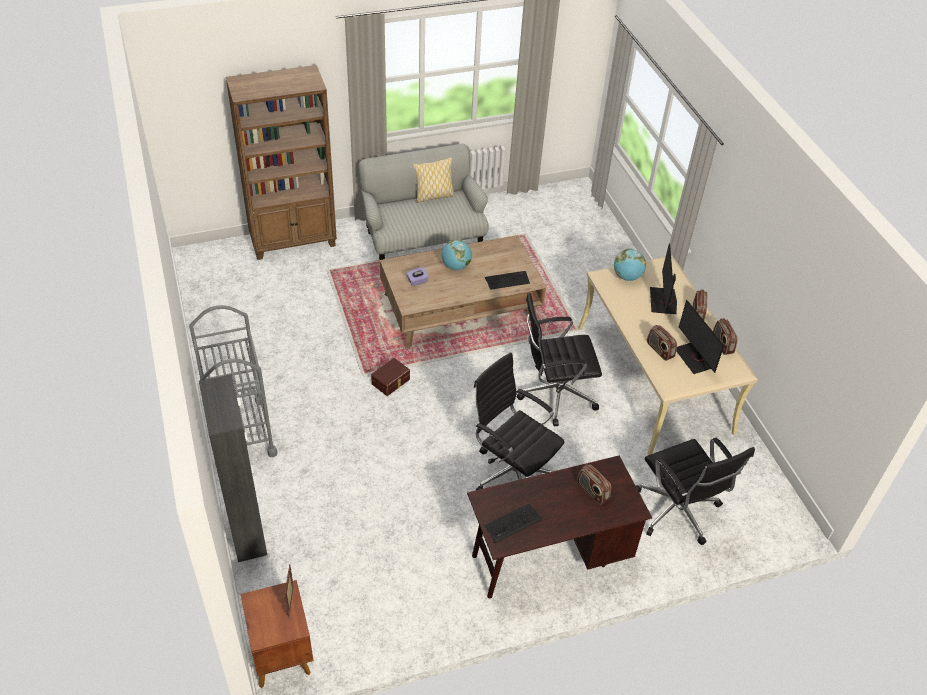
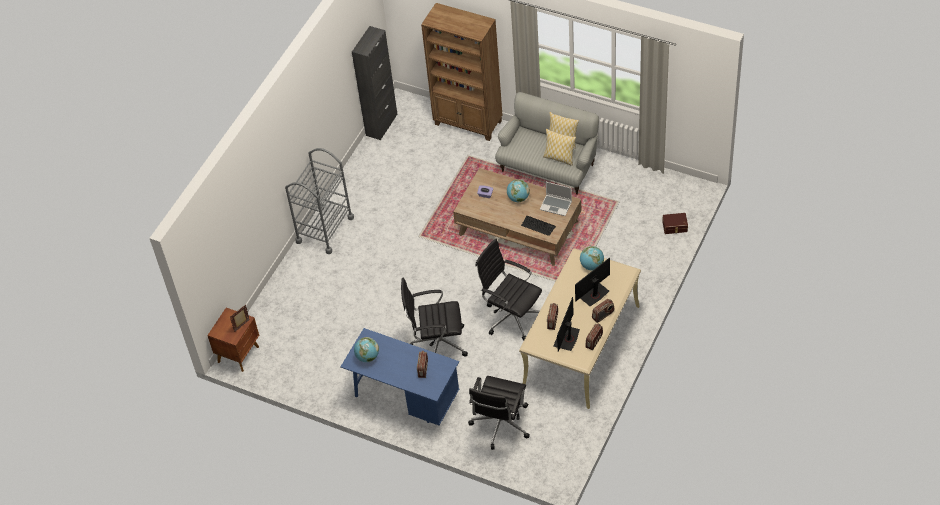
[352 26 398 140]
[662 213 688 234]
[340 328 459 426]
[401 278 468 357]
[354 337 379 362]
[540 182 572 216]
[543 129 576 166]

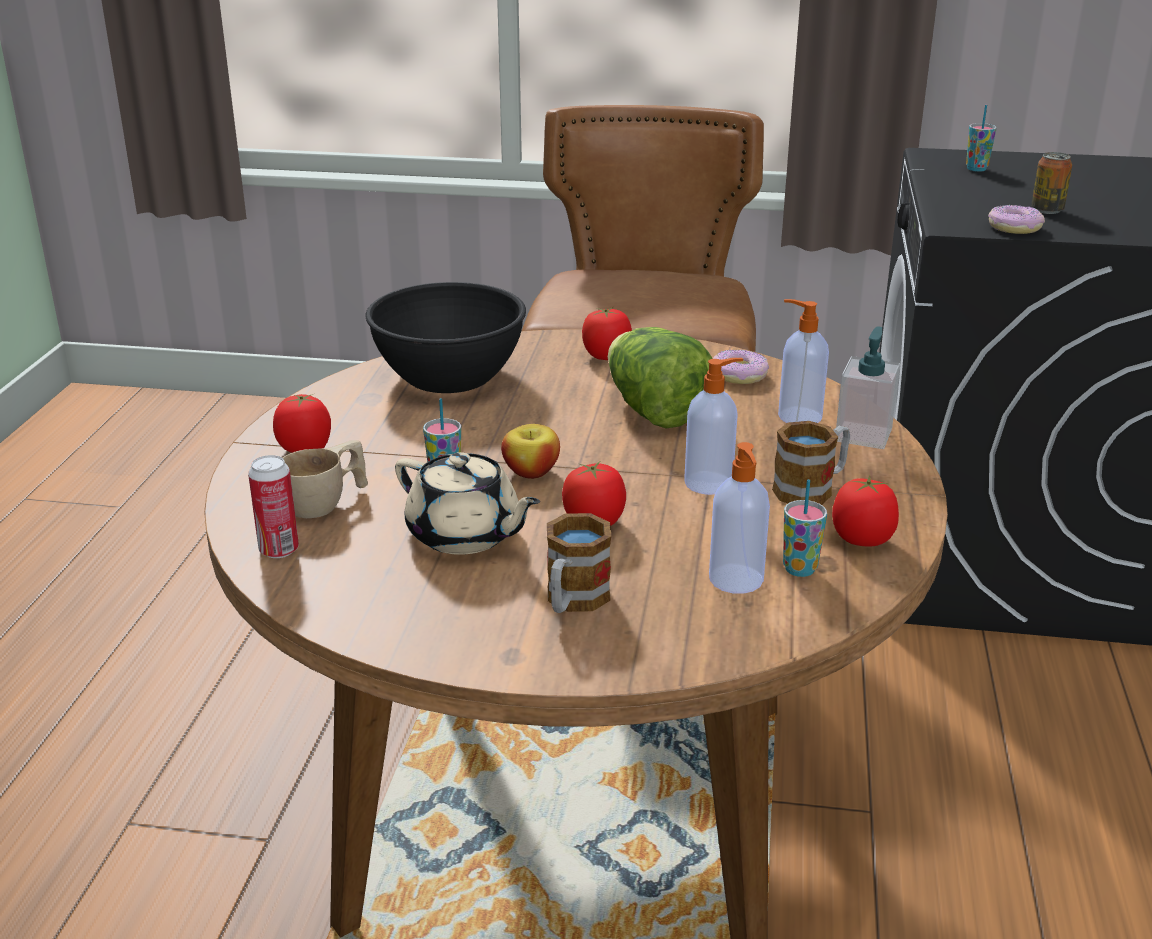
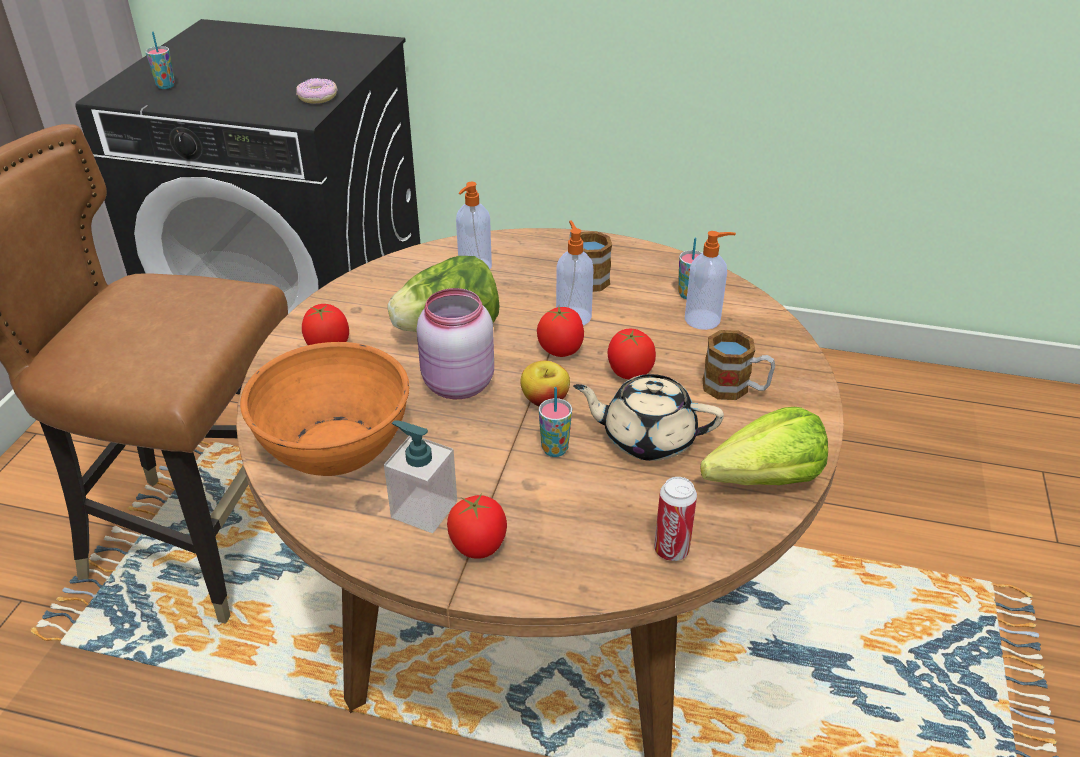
[282 440 368 518] (first image)
[240 342 409 476]
[573 374 724 461]
[713 350 769 384] (first image)
[537 307 584 357]
[384 420 457 533]
[1031 152 1072 214] (first image)
[417 288 494 399]
[701 407 828 485]

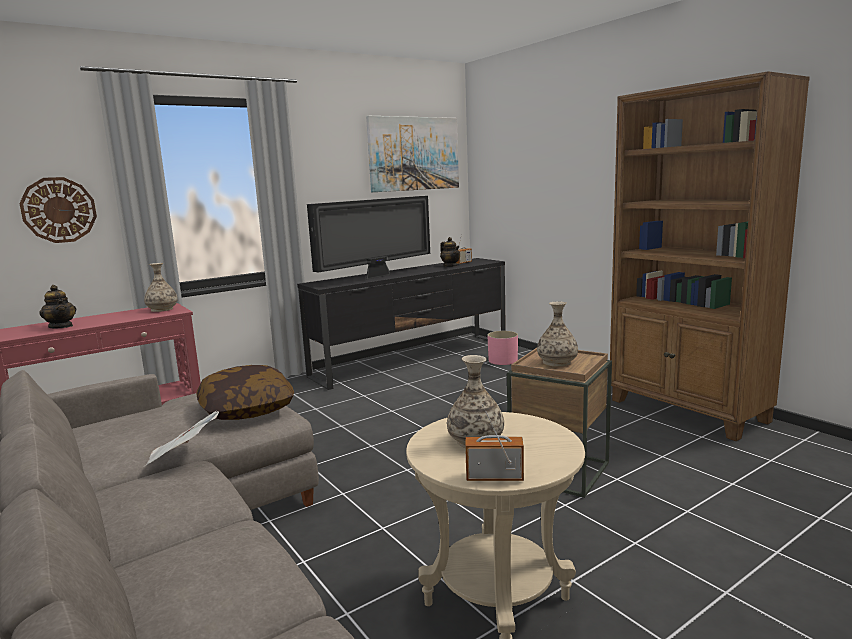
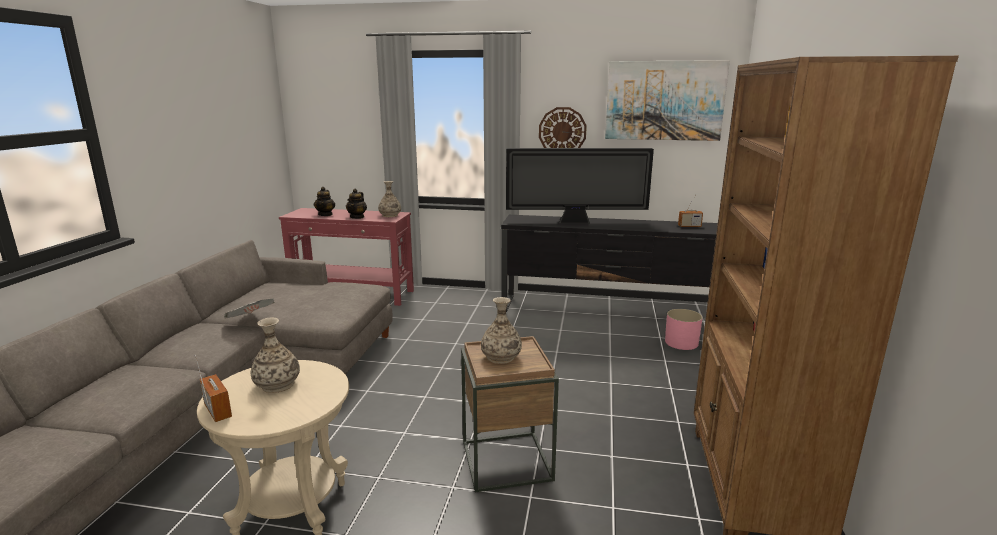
[539 107 587 148]
[196 365 294 420] (first image)
[346 189 367 219]

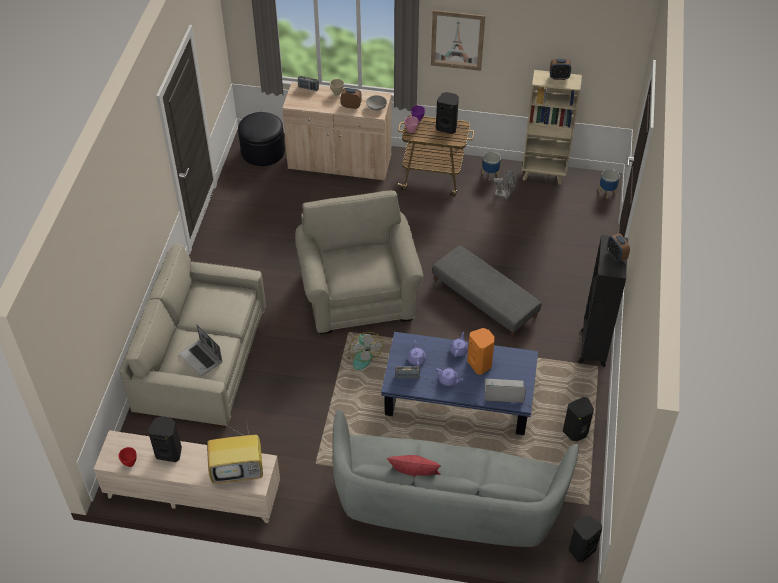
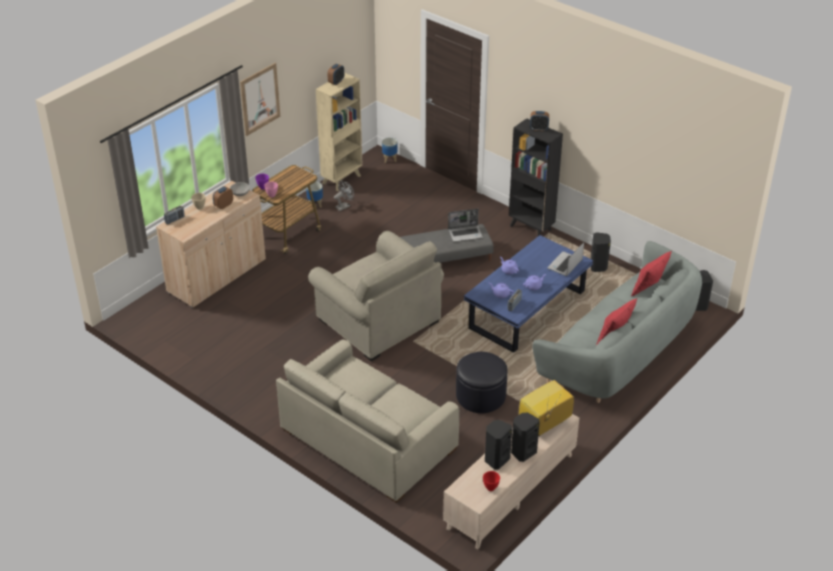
[448 209 483 242]
[519 380 574 436]
[456 352 508 413]
[308 231 444 361]
[340 332 384 370] (first image)
[511 412 540 462]
[467 328 495 375] (first image)
[631 251 672 296]

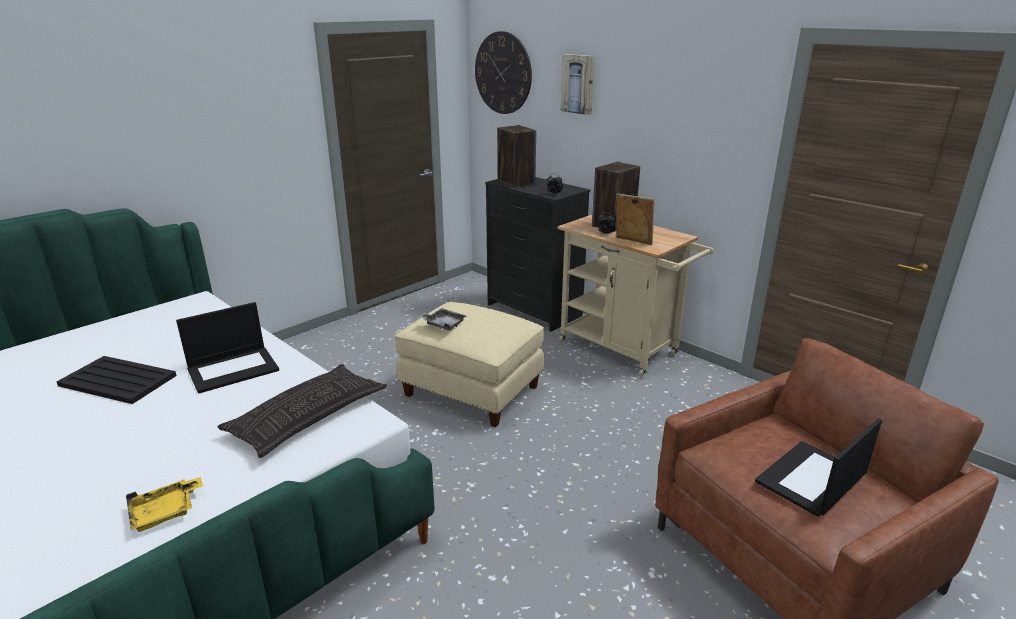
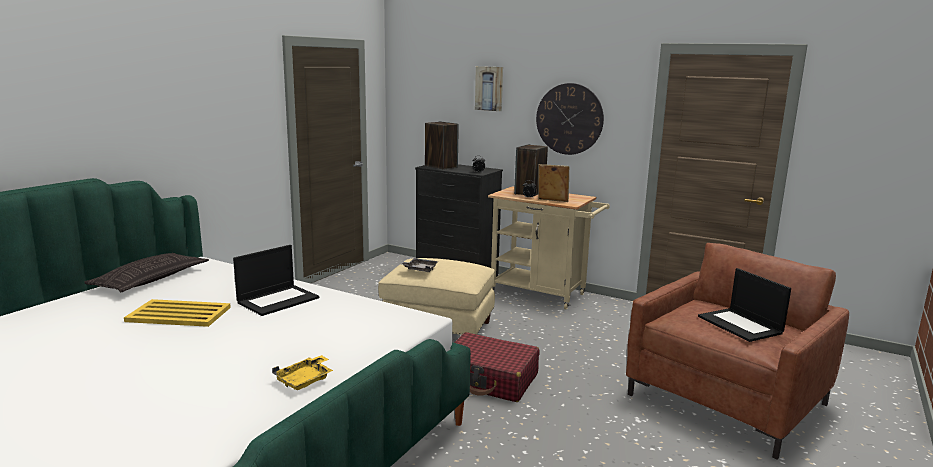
[124 299 231 327]
[84 253 209 292]
[536 83 604 155]
[698 268 791 342]
[454 332 539 402]

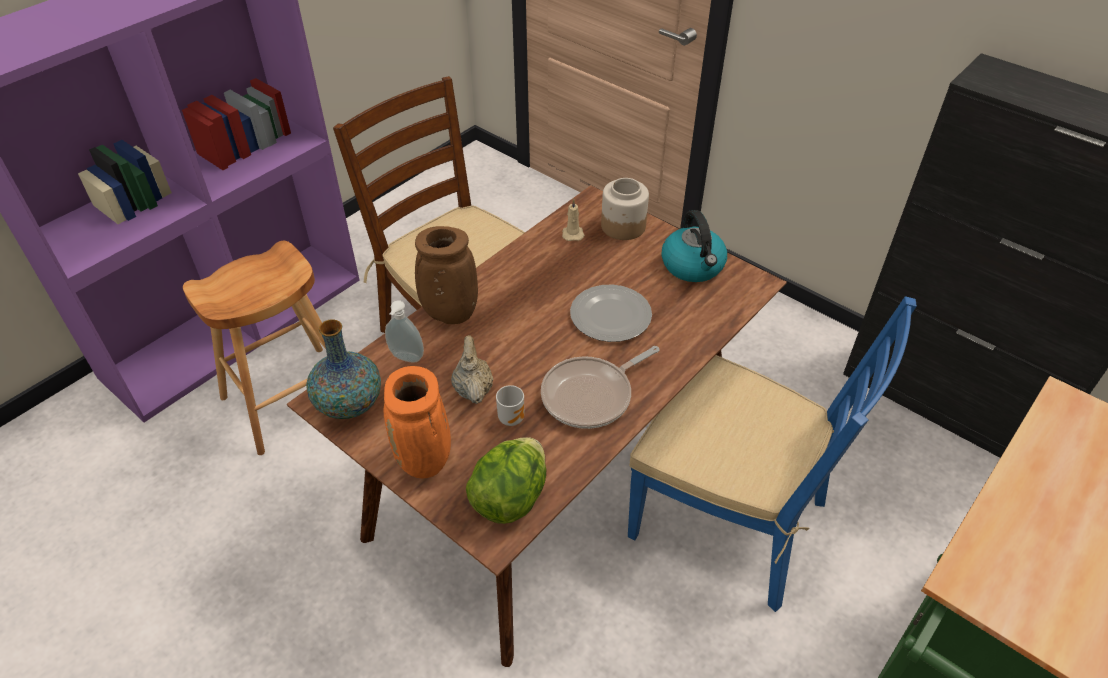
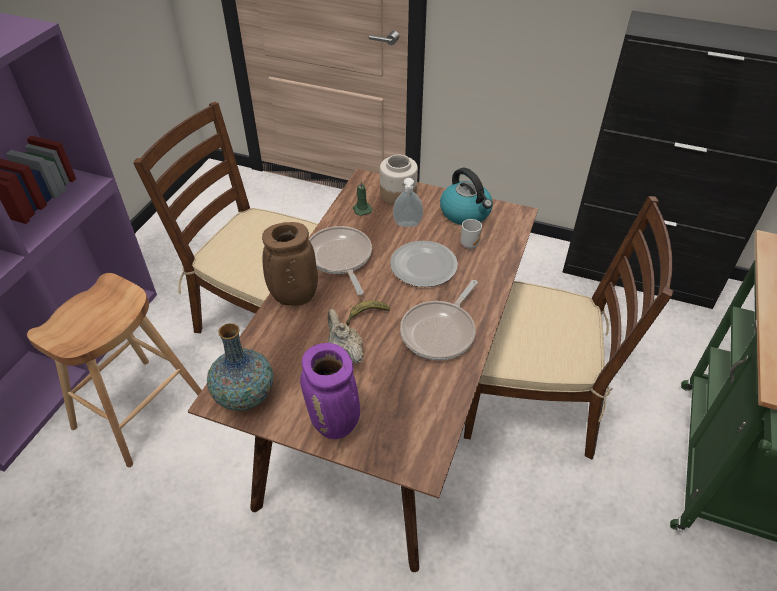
[300 343 360 439]
[393 178 423 227]
[466 437 546 524] (first image)
[461 219 482 249]
[353 180 373 216]
[464 196 674 459]
[309 226 372 295]
[346 300 390 325]

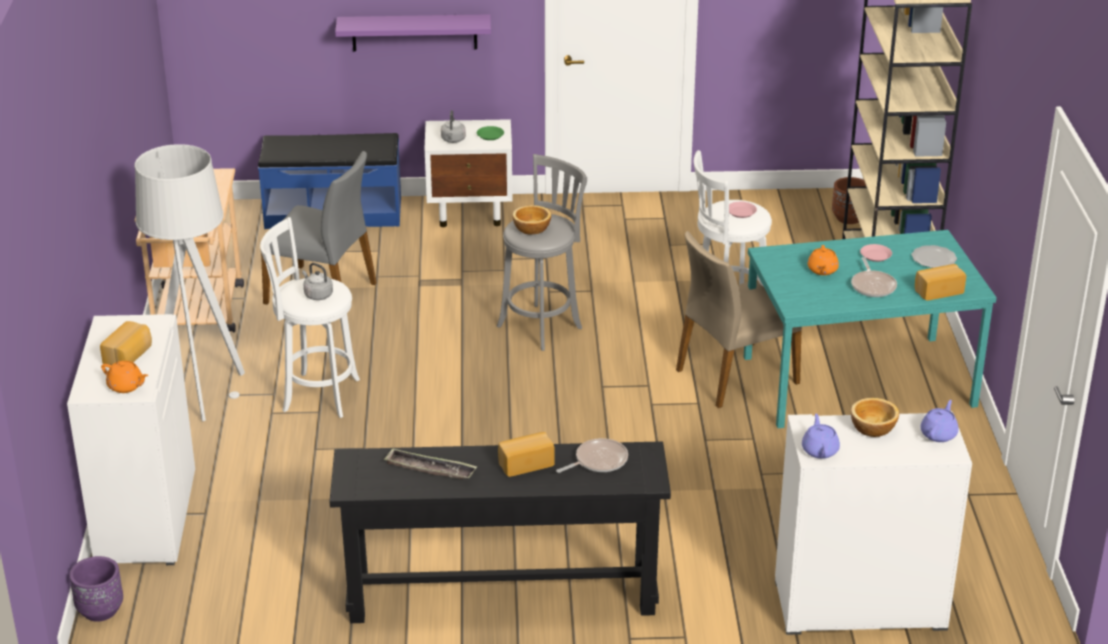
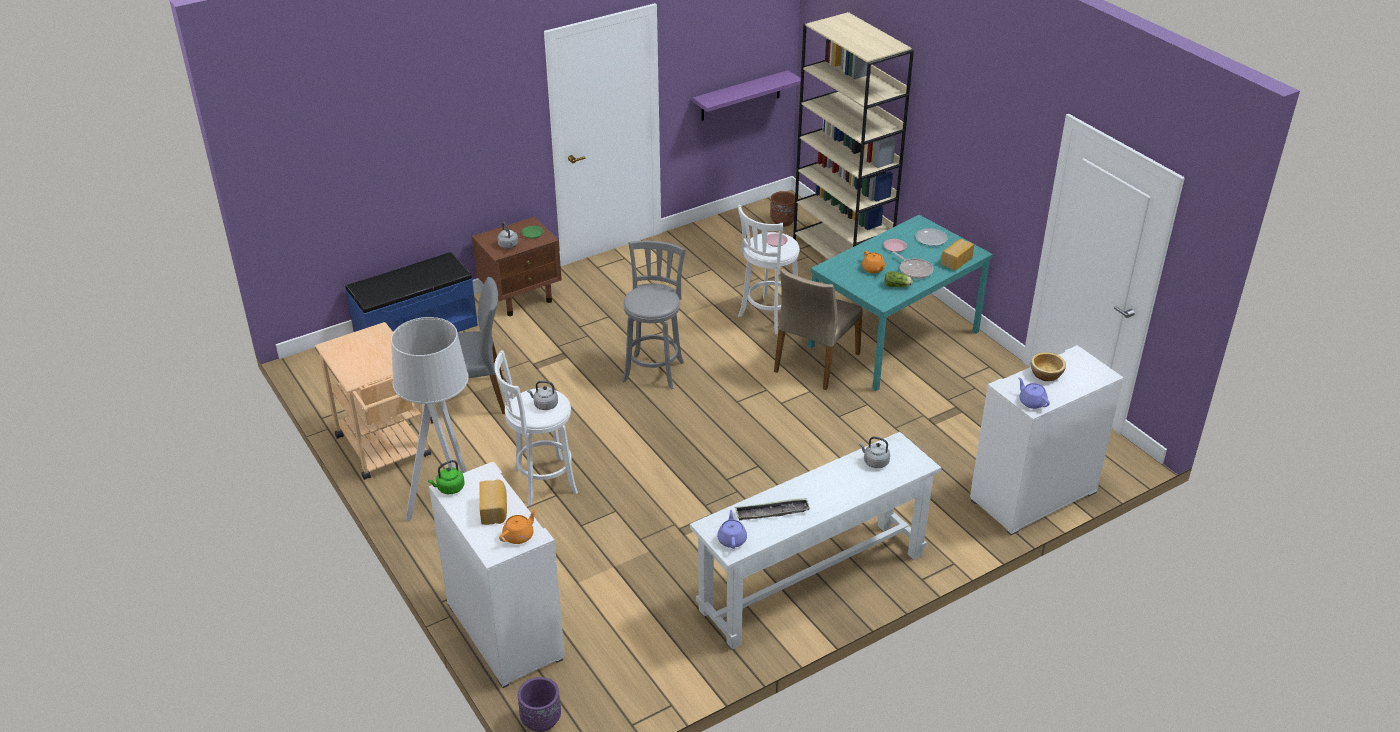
[499 509 537 544]
[690 432 941 650]
[693 70 801 121]
[472 217 562 316]
[498 432 554 477] (first image)
[512 205 551 234] (first image)
[859 436 890 468]
[717 510 747 549]
[428 460 465 494]
[885 271 913 287]

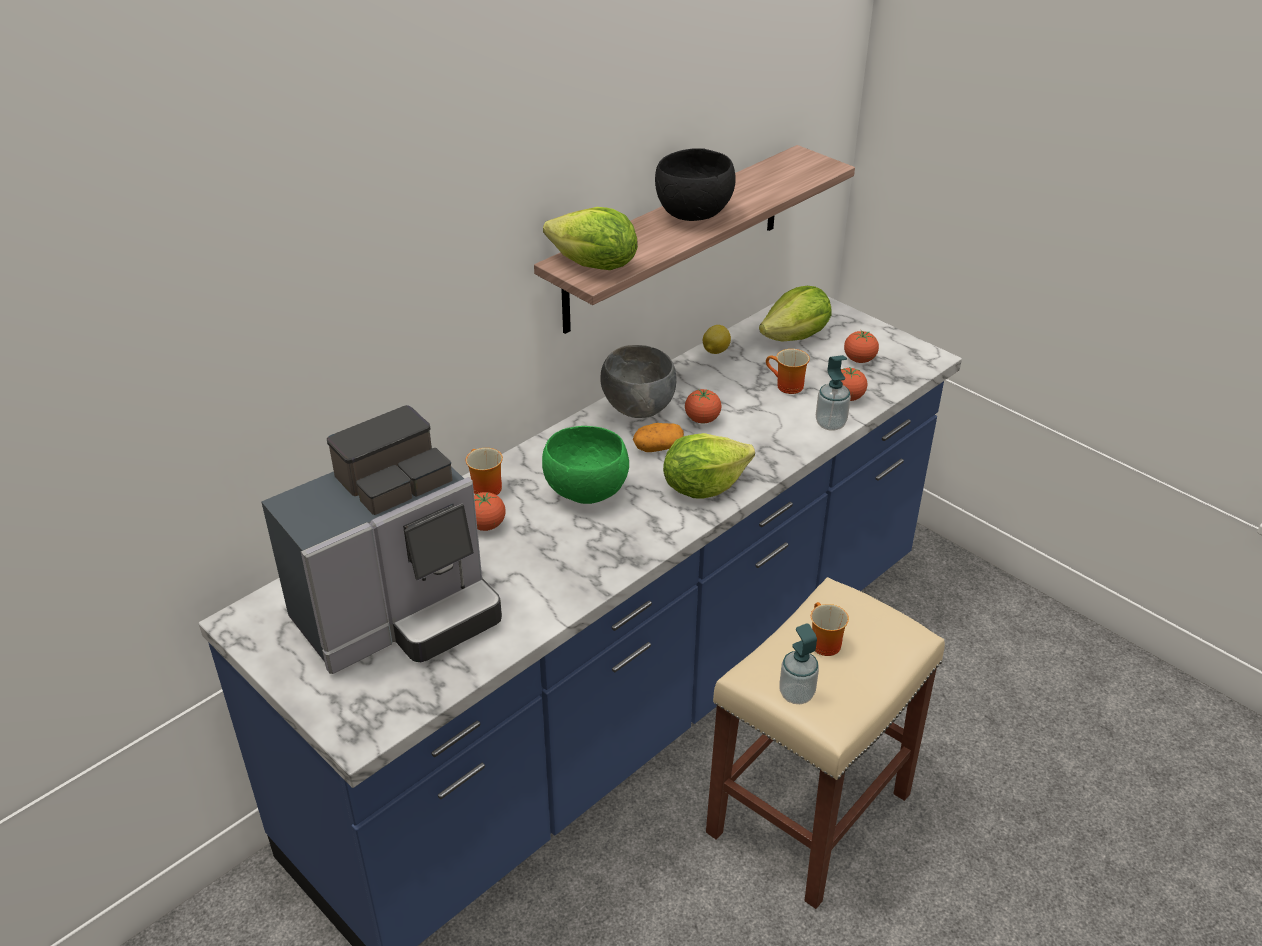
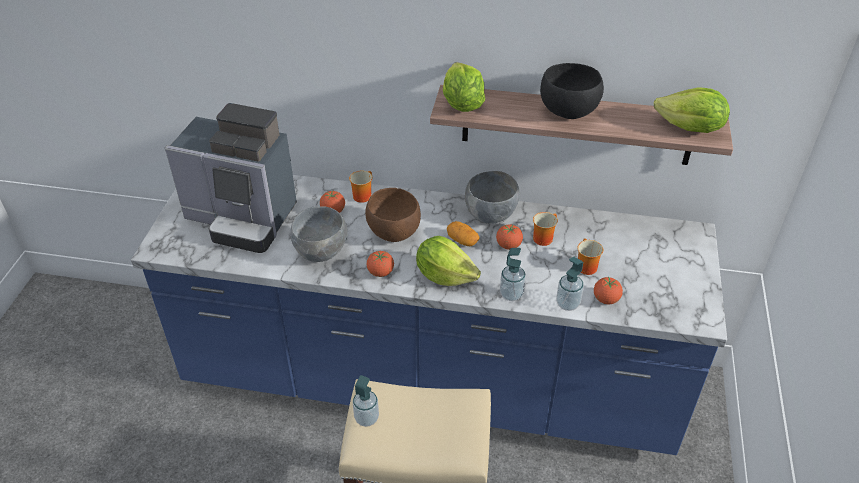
[365 188 421 242]
[703 325 731 354] (first image)
[654 87 730 133]
[533 212 558 246]
[367 251 394 277]
[290 206 347 262]
[500 248 526 301]

